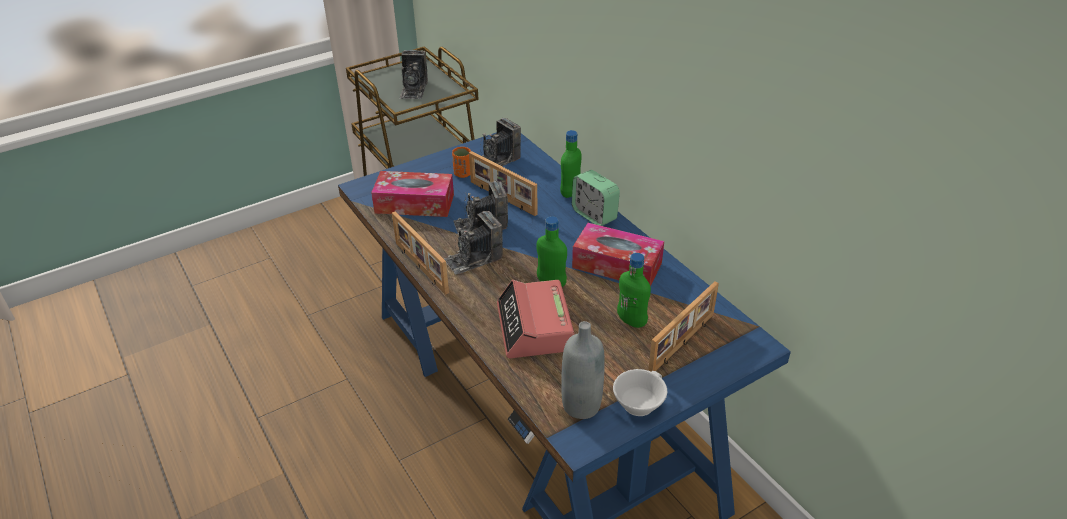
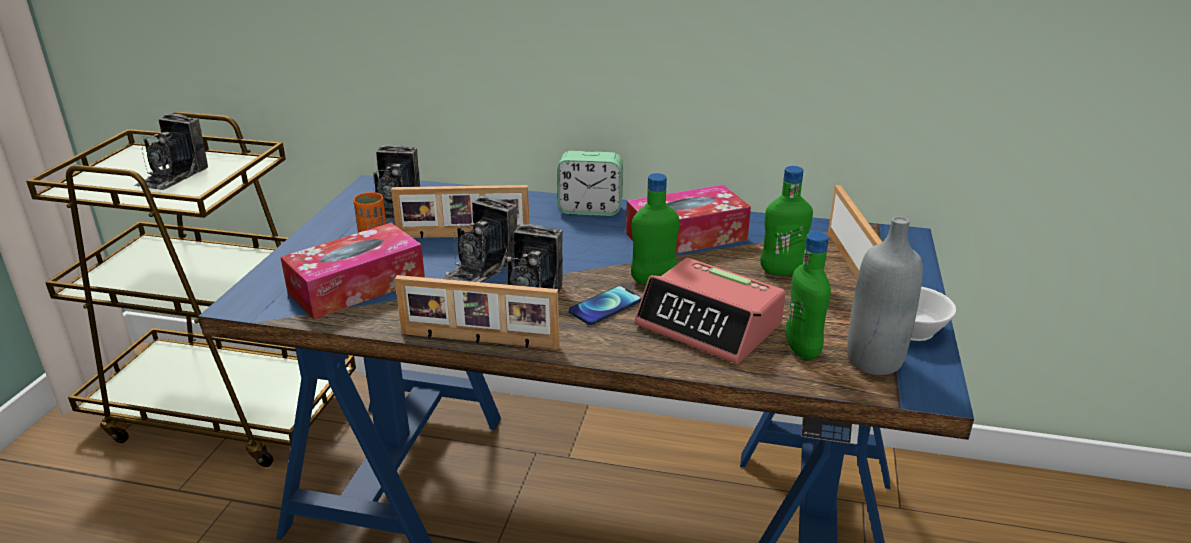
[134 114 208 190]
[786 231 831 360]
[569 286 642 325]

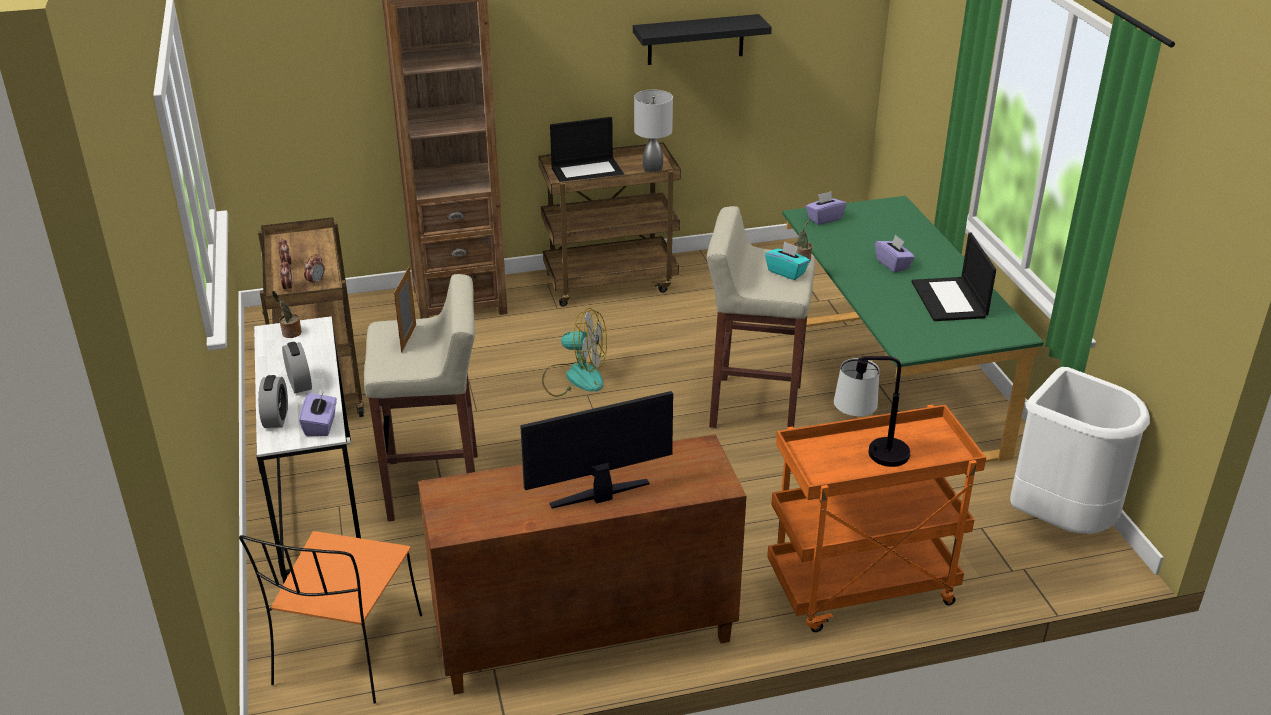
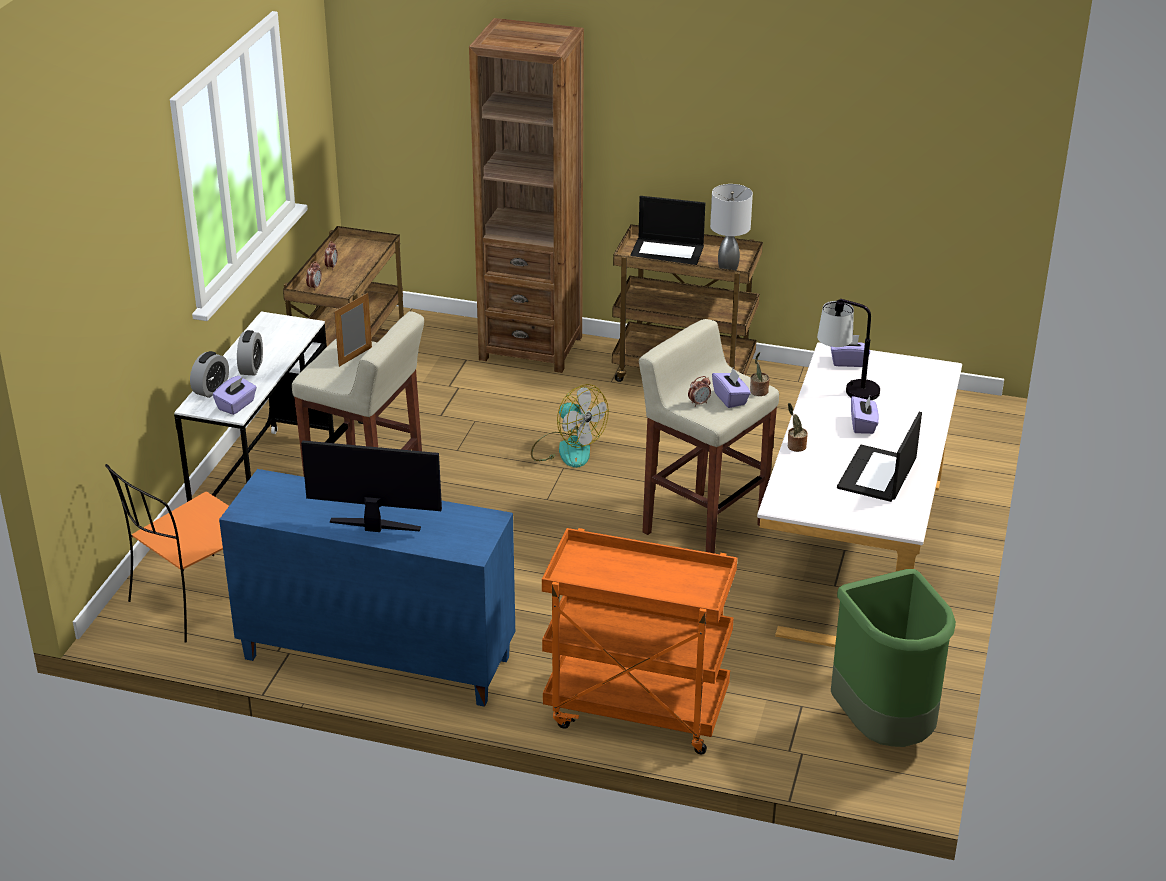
[788 403 808 452]
[688 376 711 407]
[219 469 515 707]
[633 14 772 65] (first image)
[712 368 751 408]
[757 342 962 647]
[817 298 880 400]
[831 569 956 747]

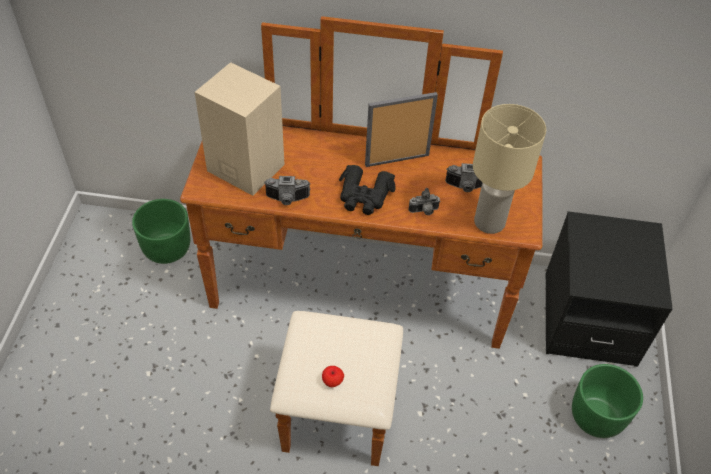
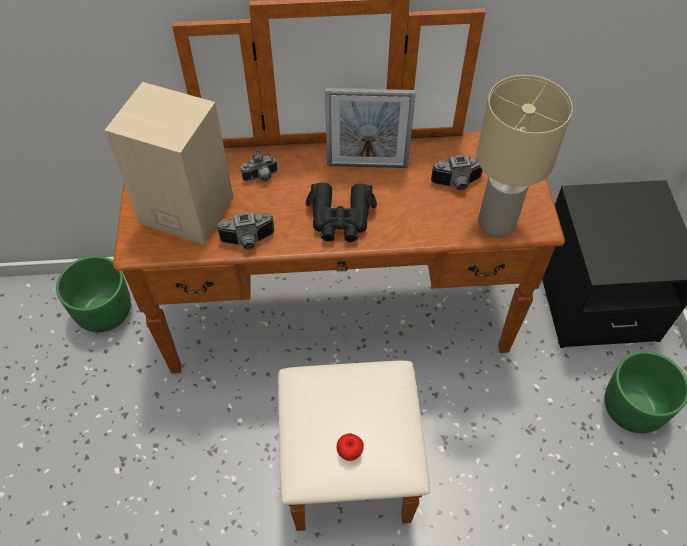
[325 88 416 168]
[241 149 277 182]

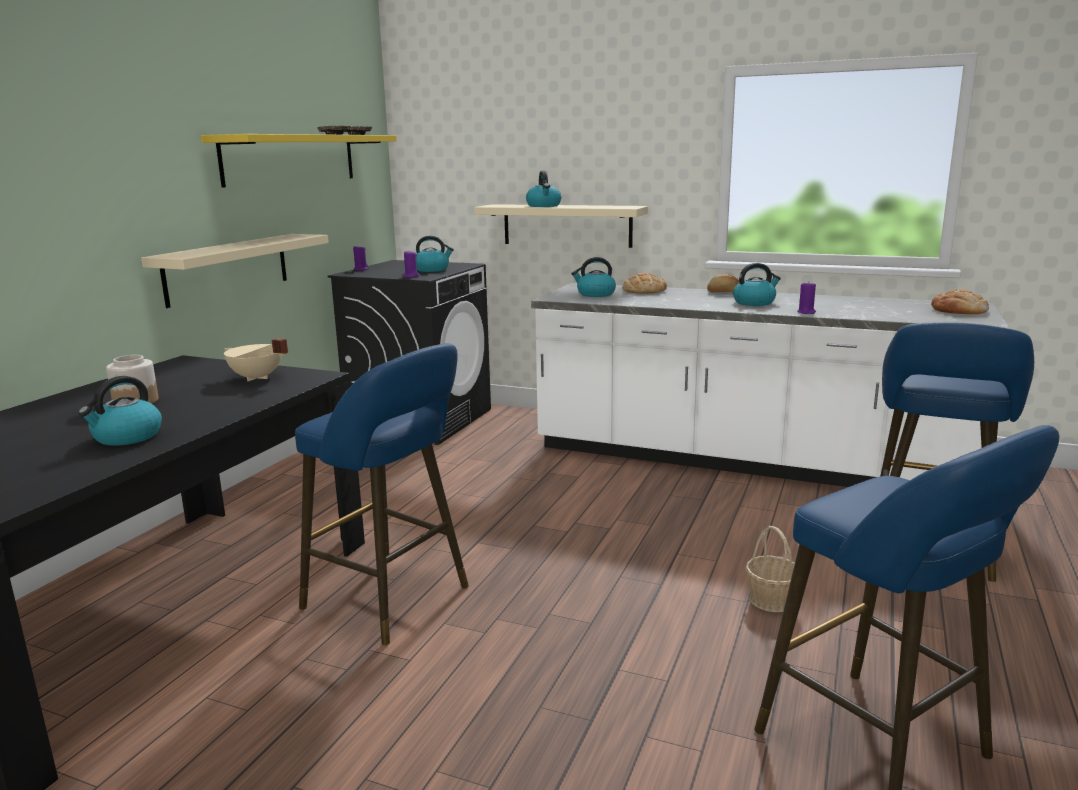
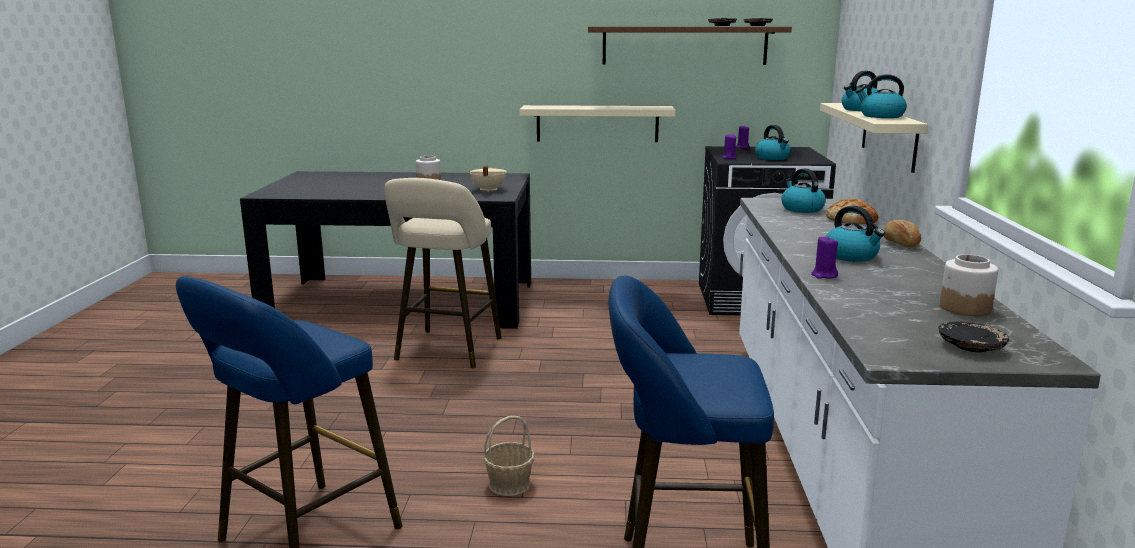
[856 74 907 118]
[588 26 792 65]
[384 178 501 368]
[939 322 1009 352]
[940 254 998 316]

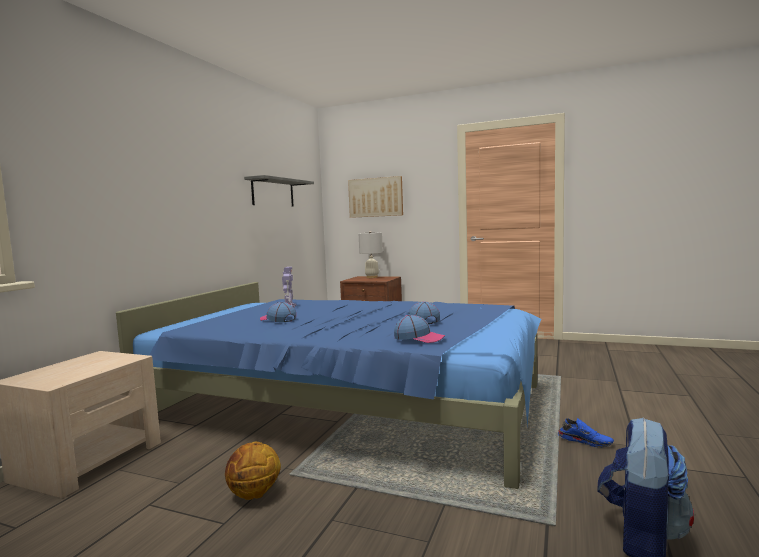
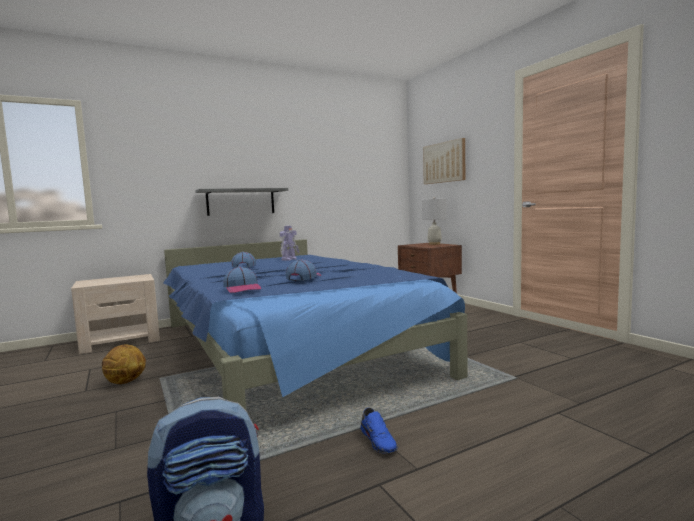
[195 188 288 216]

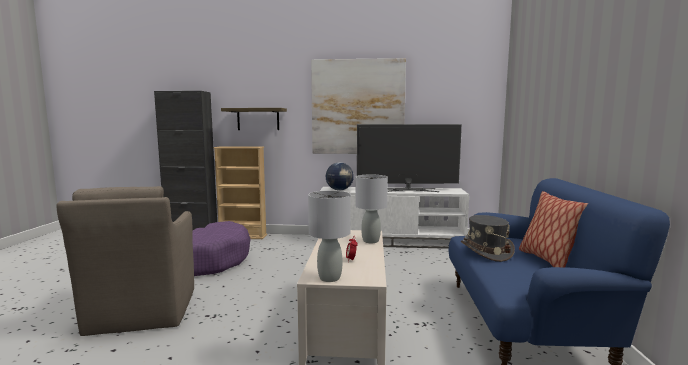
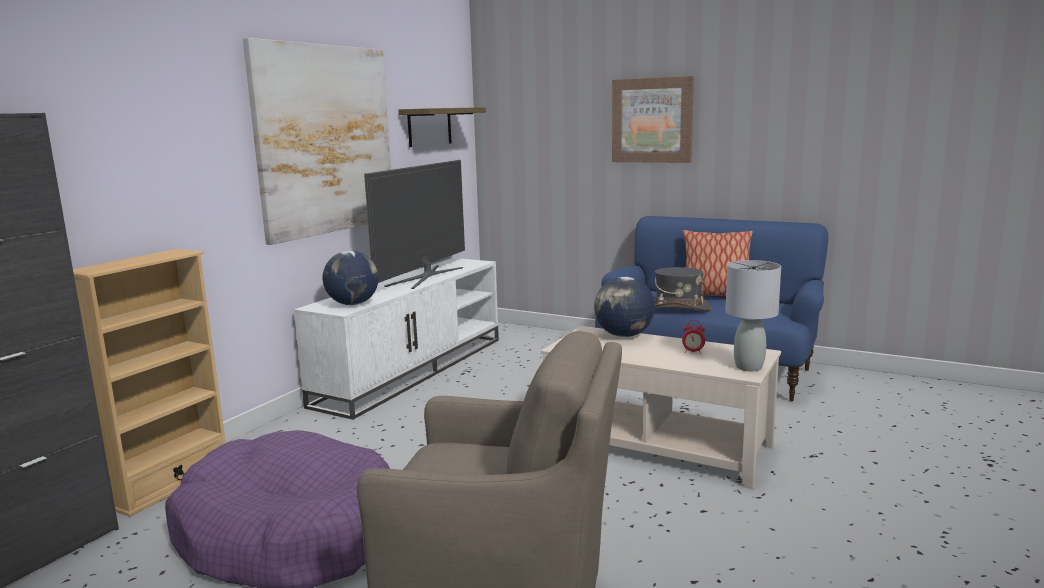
[399 107 486 147]
[594 277 655 337]
[612 76 694 163]

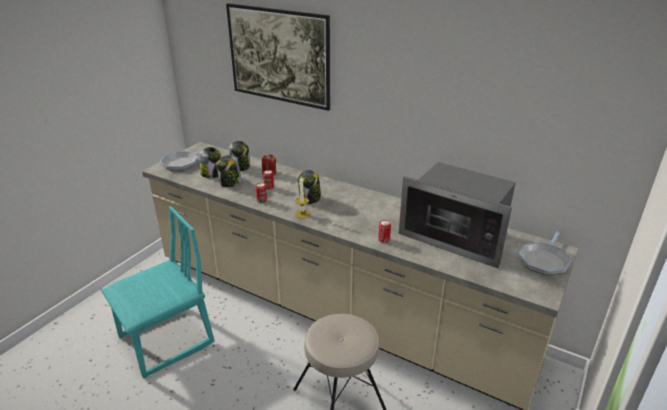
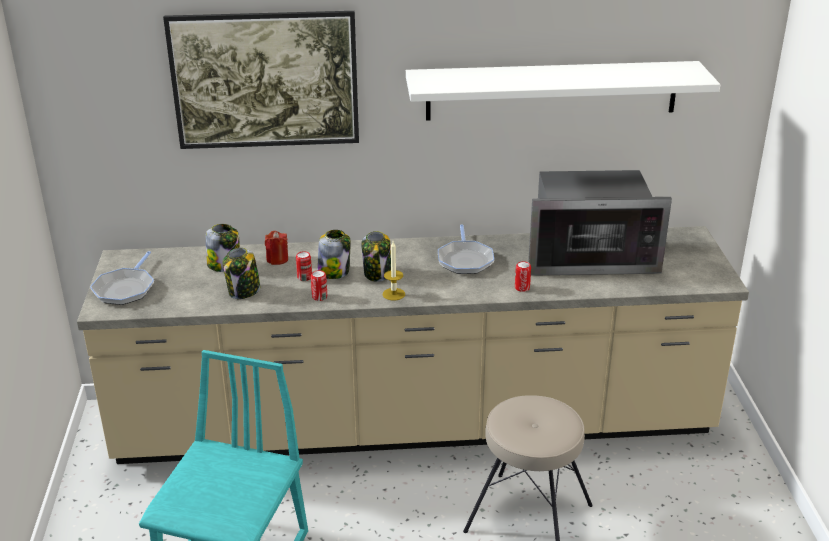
[317 230 351 279]
[438 225 494 274]
[406 61 720 121]

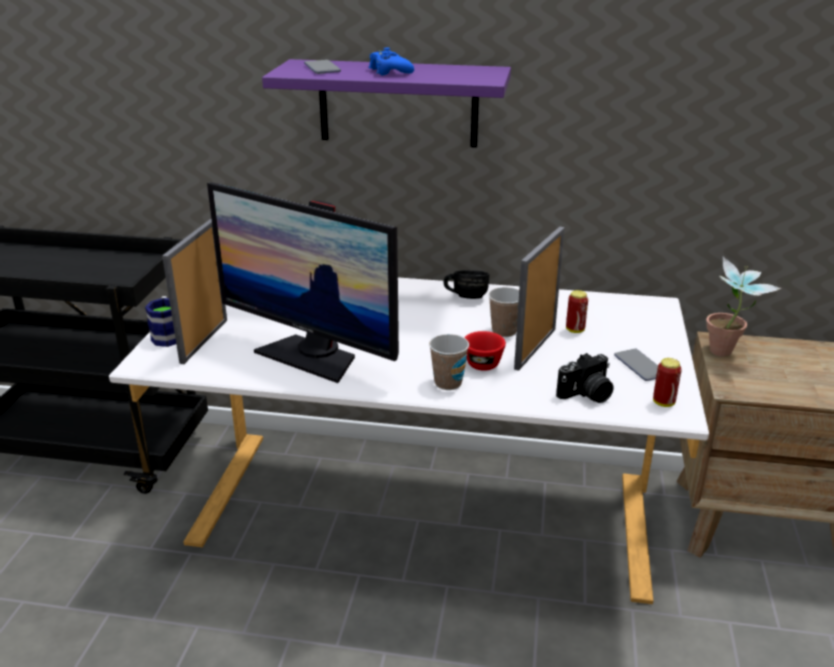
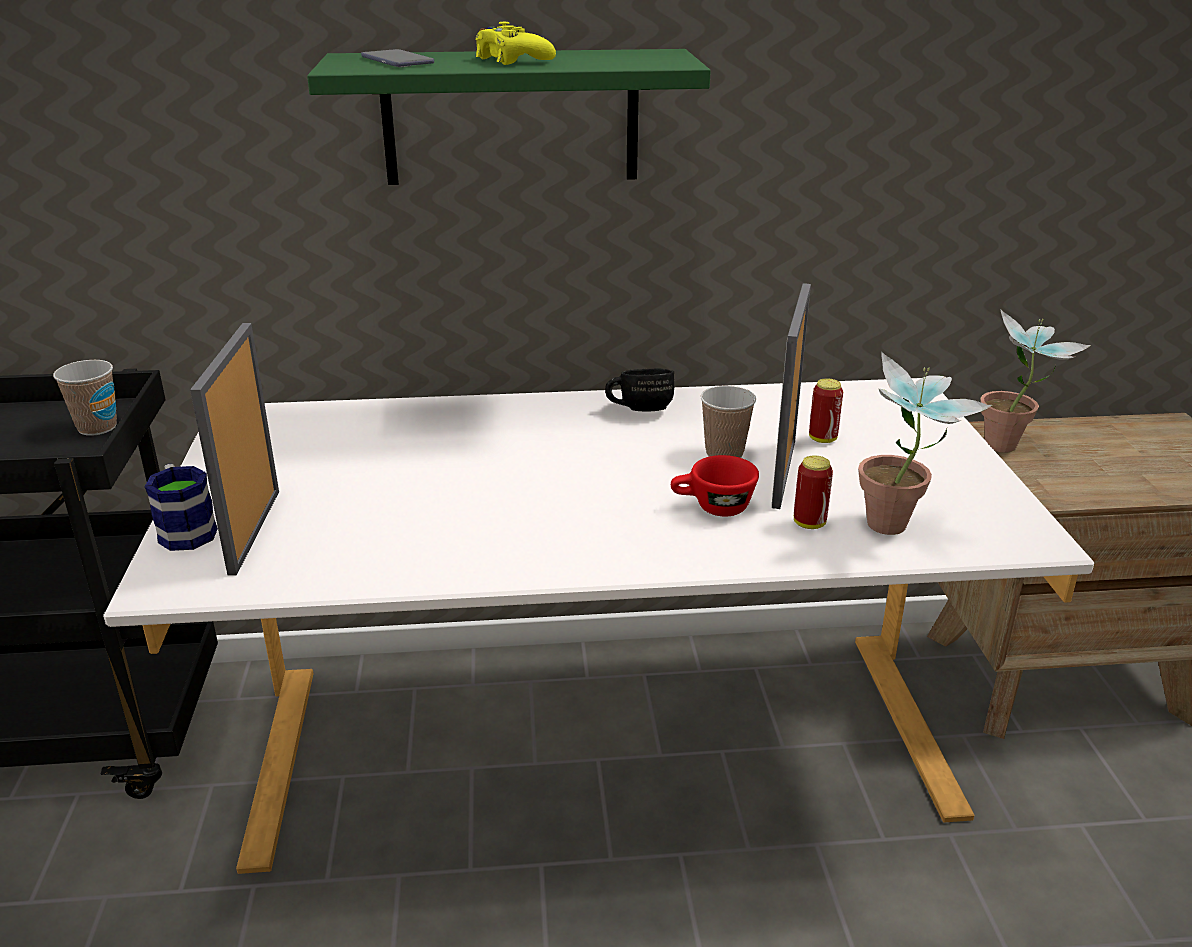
[207 182 399 383] (first image)
[307 49 711 185]
[475 22 556 65]
[53 360 117 436]
[858 351 992 535]
[614 349 658 381] (first image)
[794 455 833 529]

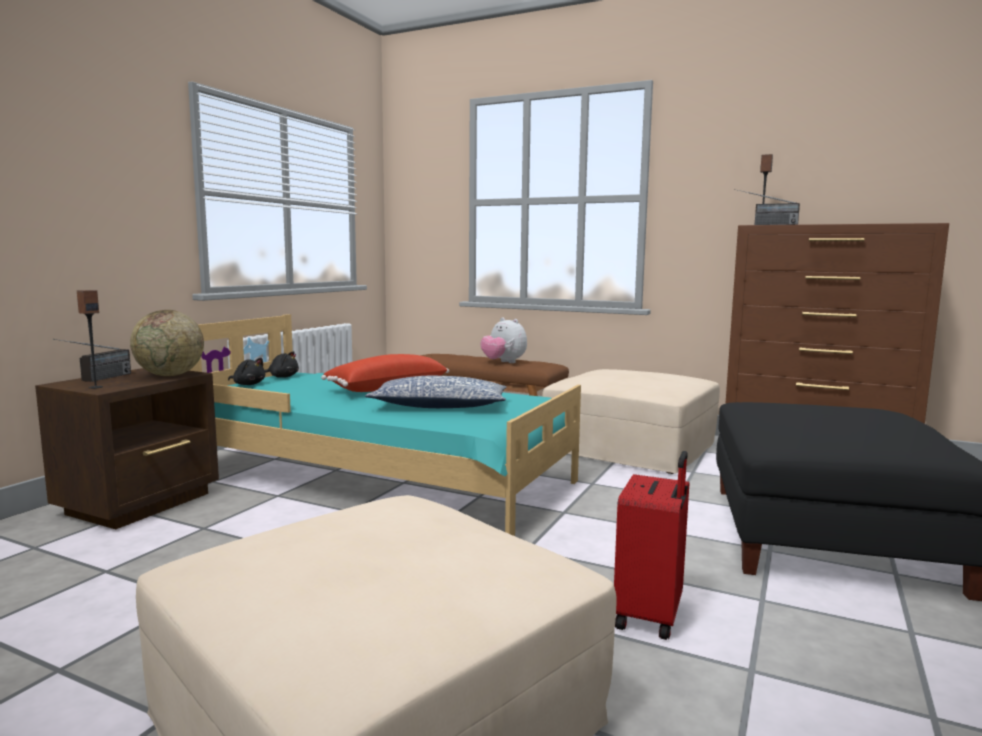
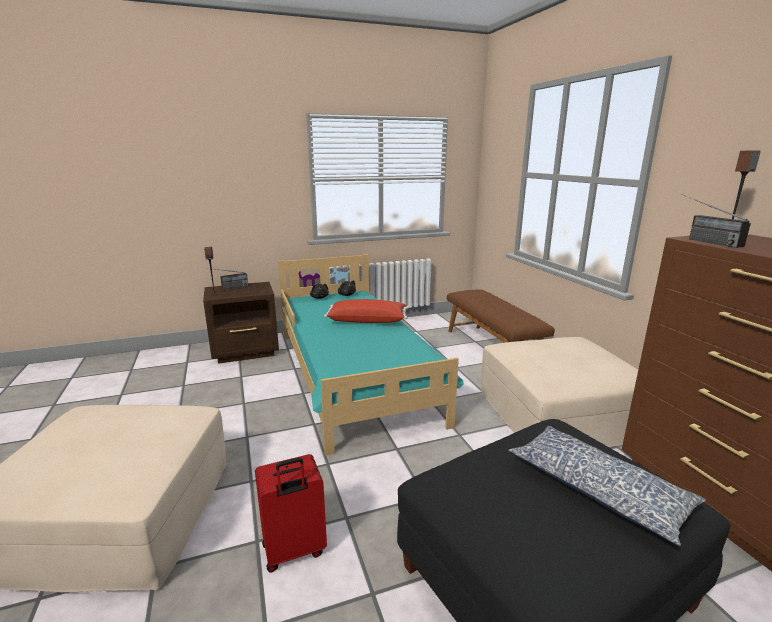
[130 310 204 376] (first image)
[508 426 706 547]
[481 318 527 363] (first image)

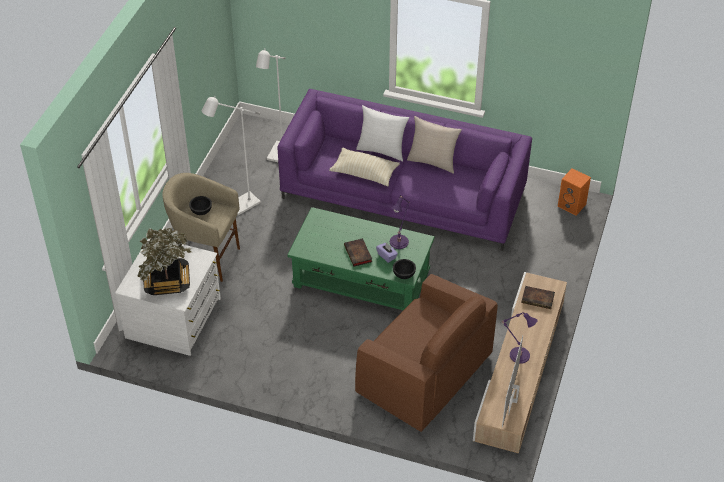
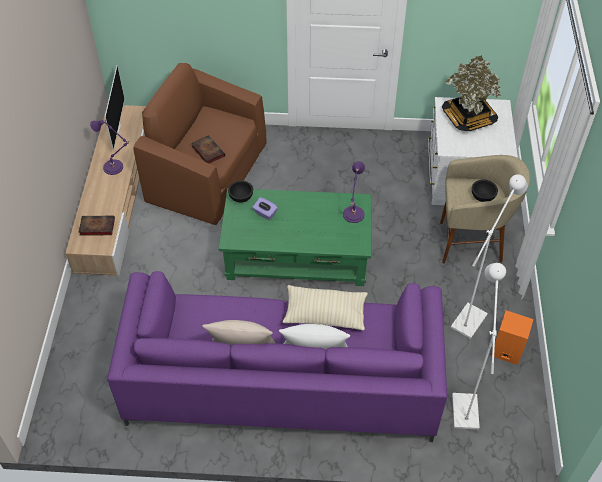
[191 135 225 164]
[343 161 365 223]
[491 310 534 365]

